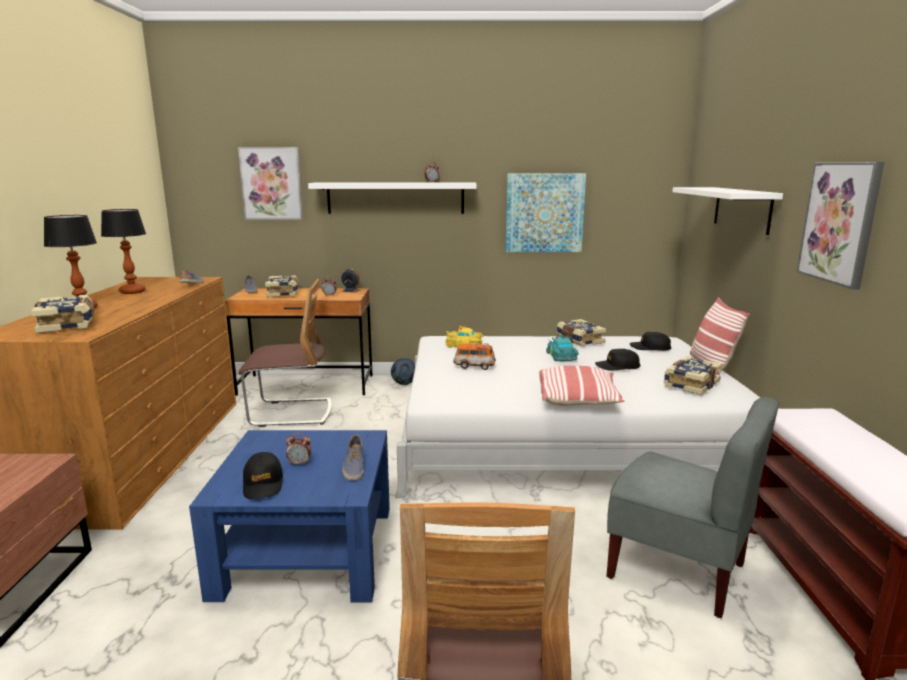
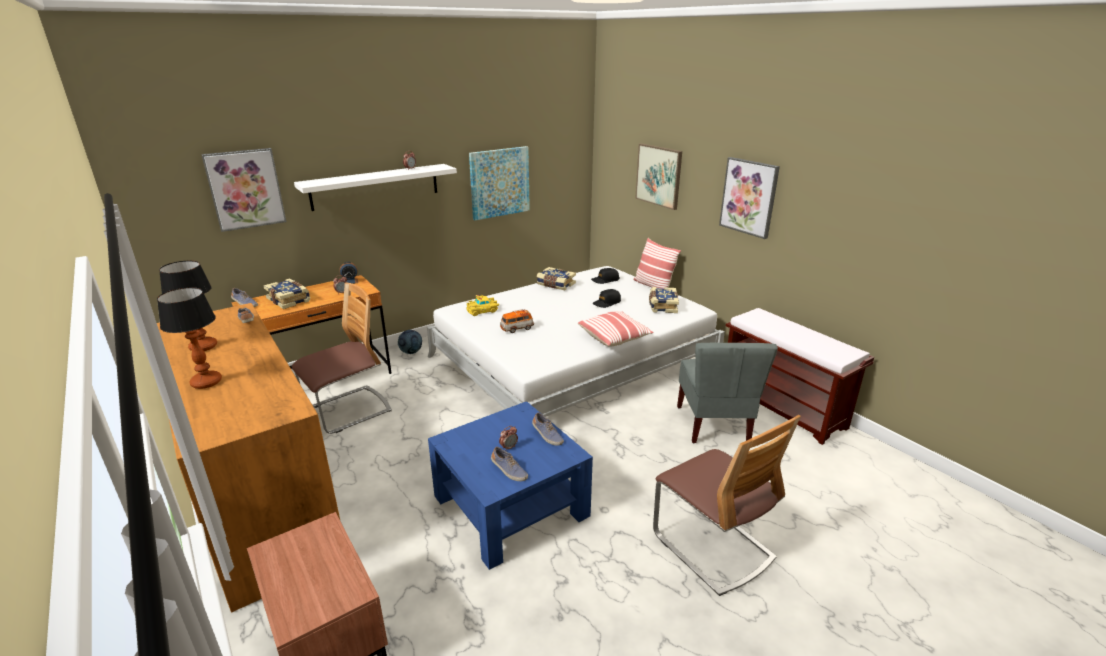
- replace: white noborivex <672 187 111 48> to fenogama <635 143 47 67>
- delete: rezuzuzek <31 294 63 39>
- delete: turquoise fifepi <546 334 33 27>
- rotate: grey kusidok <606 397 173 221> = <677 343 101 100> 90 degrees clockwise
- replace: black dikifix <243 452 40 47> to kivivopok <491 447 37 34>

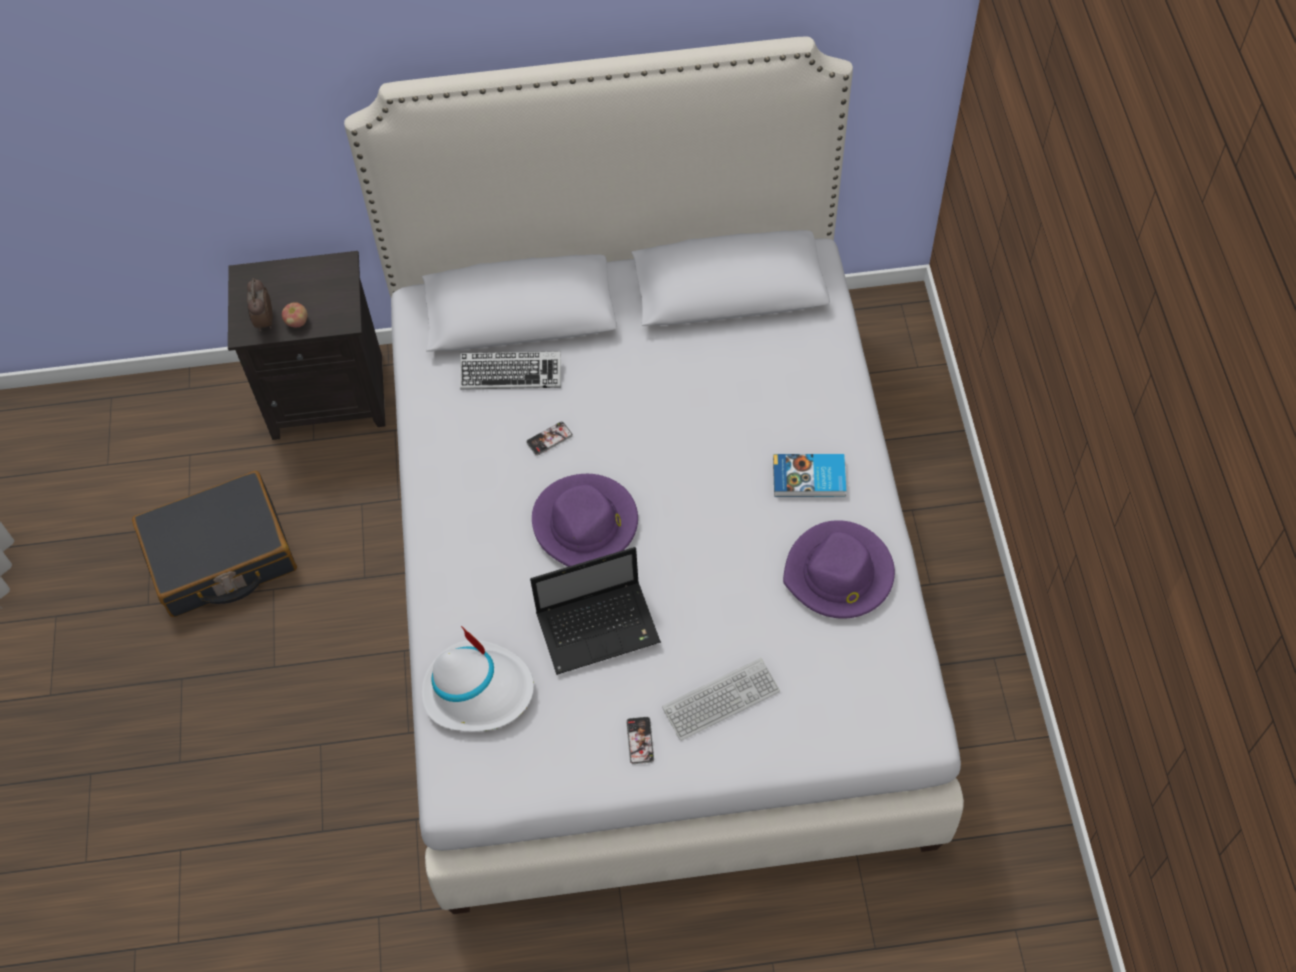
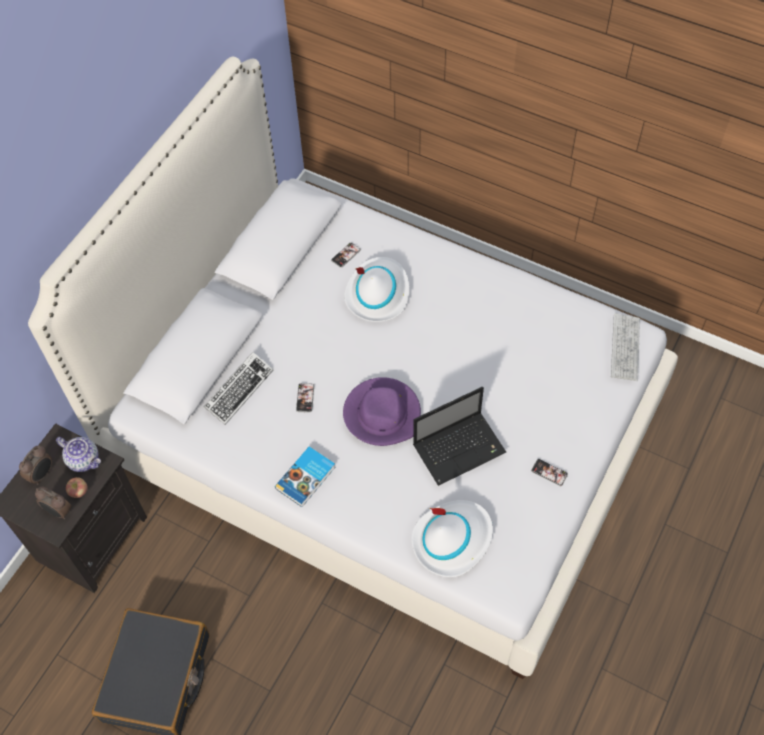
- move: rezuzuzek <773 454 73 43> to <275 447 60 60>
- delete: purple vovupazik <783 520 112 99>
- rotate: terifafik <530 547 131 128> = <413 387 93 99> 45 degrees clockwise
- move: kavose <662 658 118 83> to <611 314 29 67>
- insert: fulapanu <331 243 30 25>
- insert: white vovupazik <344 257 65 65>
- insert: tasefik <56 437 45 35>
- insert: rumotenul <19 445 33 40>

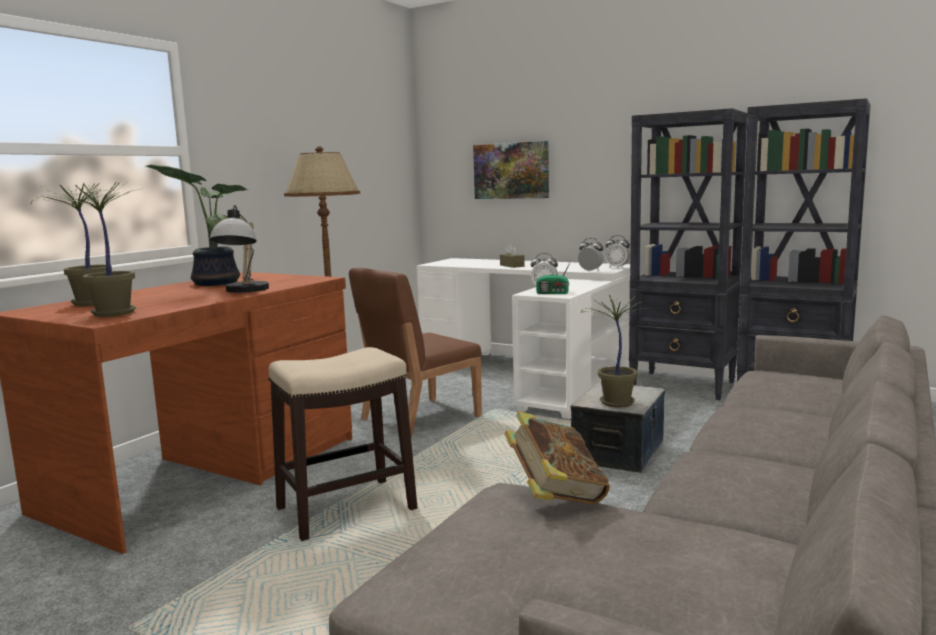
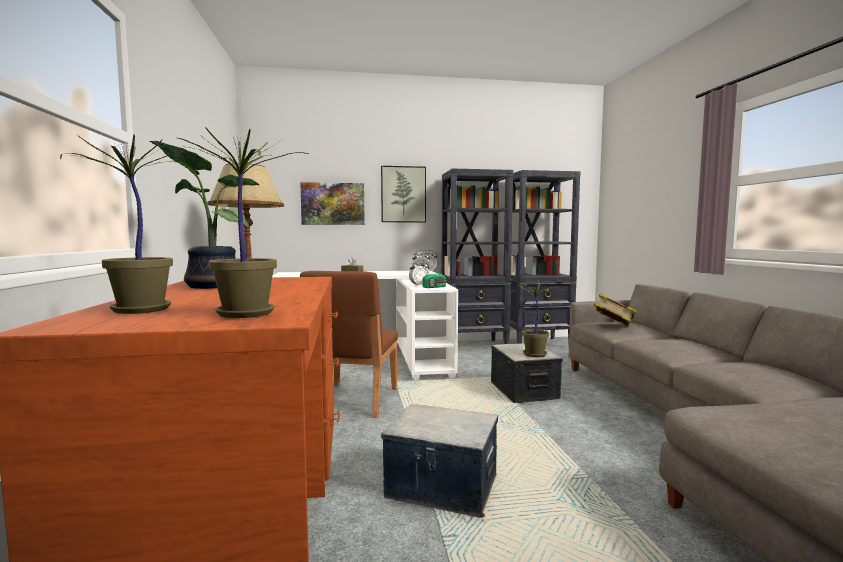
- delete: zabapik <210 205 59 88>
- replace: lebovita <268 347 150 194> to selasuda <381 404 117 114>
- move: rezuzuzek <504 411 106 94> to <594 293 43 33>
- insert: fenogama <381 166 45 56>

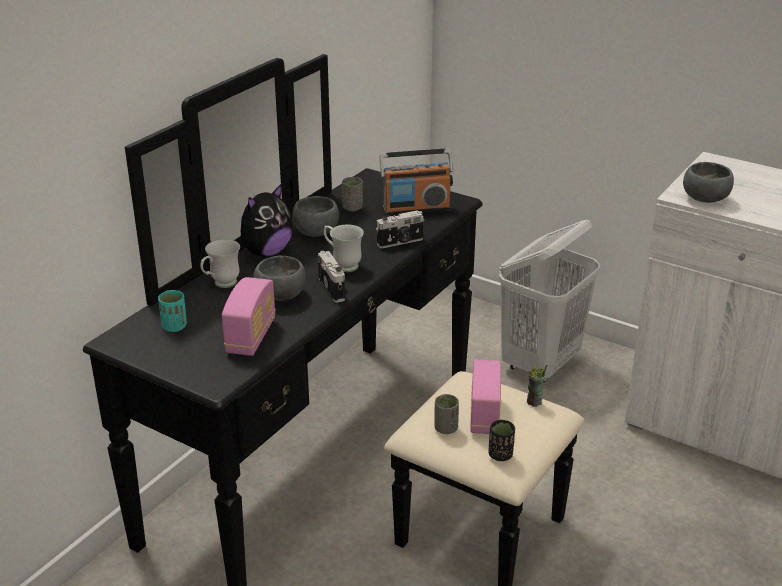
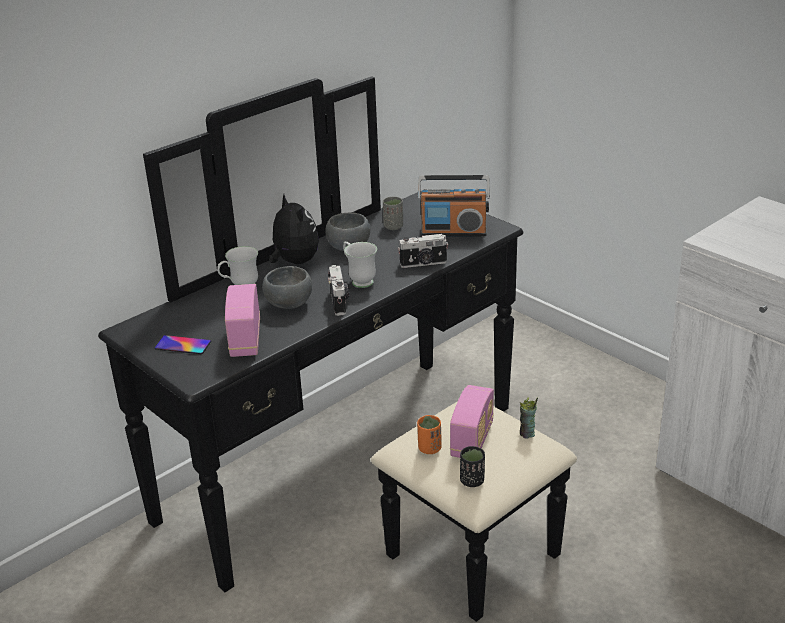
- delete: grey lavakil <683 162 51 41>
- rotate: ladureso <241 184 52 73> = <269 194 50 70> 90 degrees counterclockwise
- delete: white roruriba <499 220 101 162>
- rotate: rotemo <222 277 54 79> = <225 284 35 73> 150 degrees clockwise
- delete: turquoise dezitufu <158 290 29 42>
- recolor: grey dezitufu <434 394 25 40> to orange dezitufu <417 415 25 39>
- insert: fulapanu <155 335 56 19>

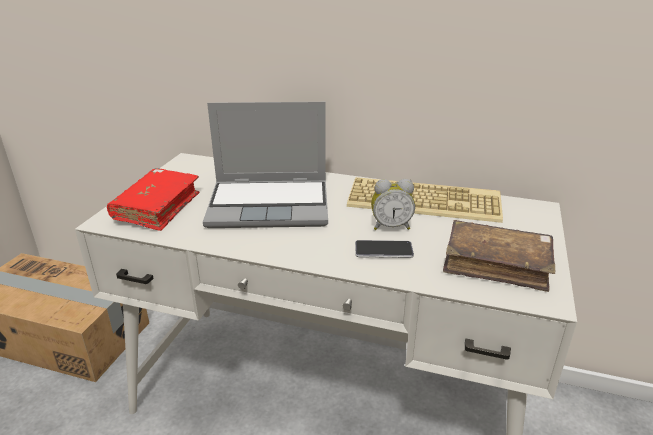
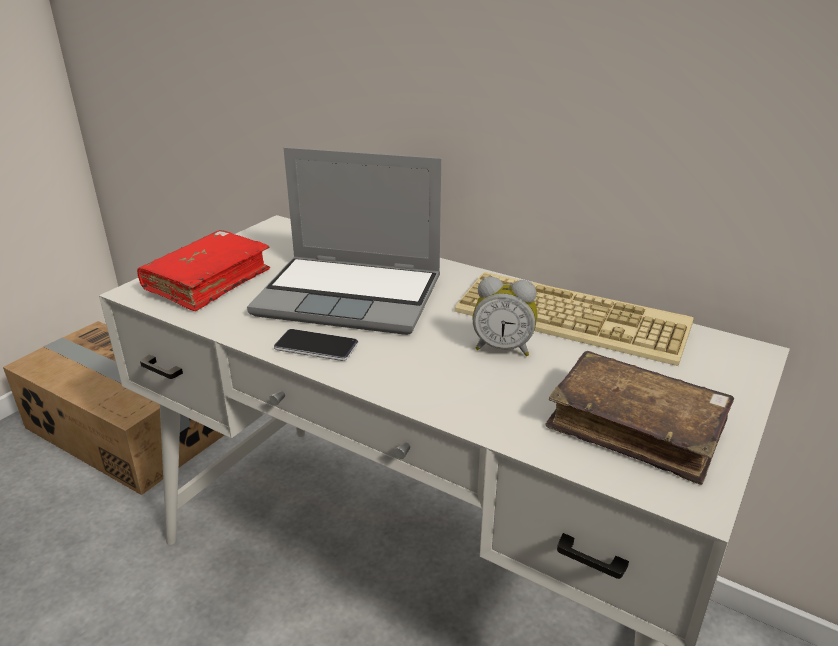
- move: fulapanu <355 240 59 18> to <274 329 84 32>

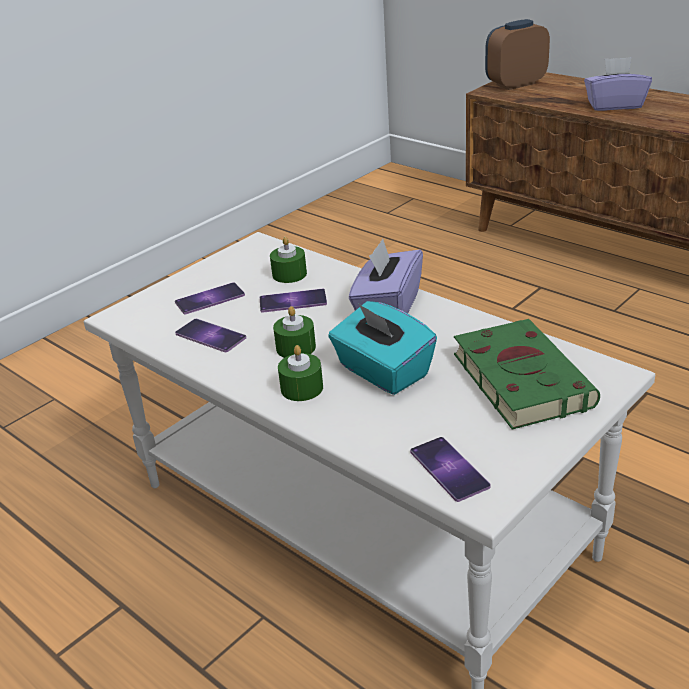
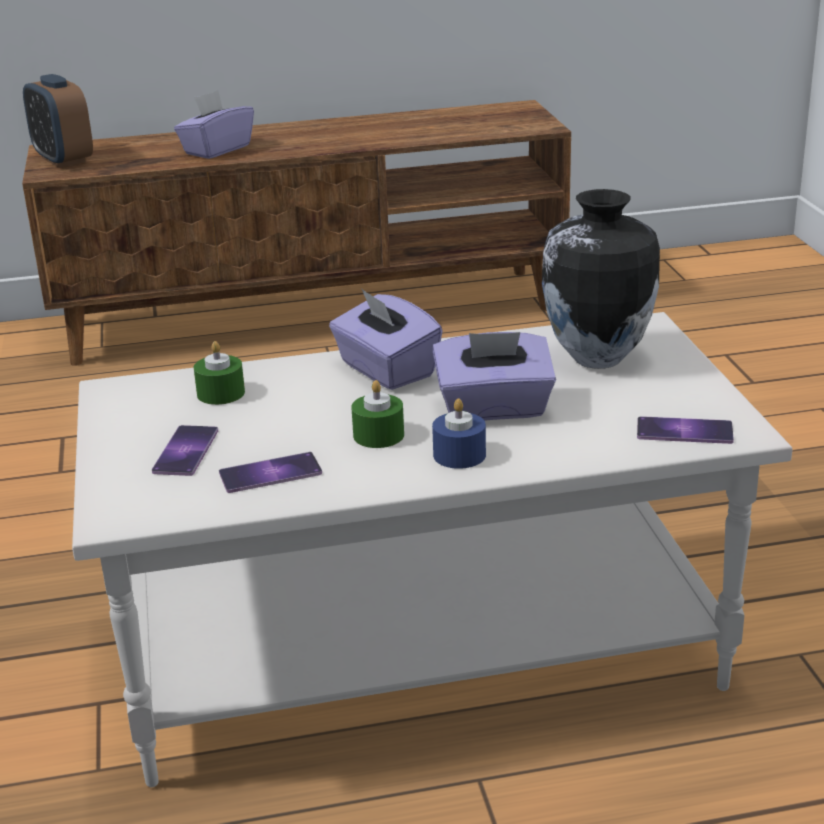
- rotate: rumotenul <485 19 65 71> = <23 74 70 94> 45 degrees counterclockwise
- delete: fulapanu <260 289 67 24>
- recolor: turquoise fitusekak <328 301 109 94> to purple fitusekak <432 332 124 89>
- replace: green rezuzuzek <454 319 146 111> to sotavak <542 189 118 180>
- recolor: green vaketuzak <278 345 45 56> to blue vaketuzak <432 398 54 71>

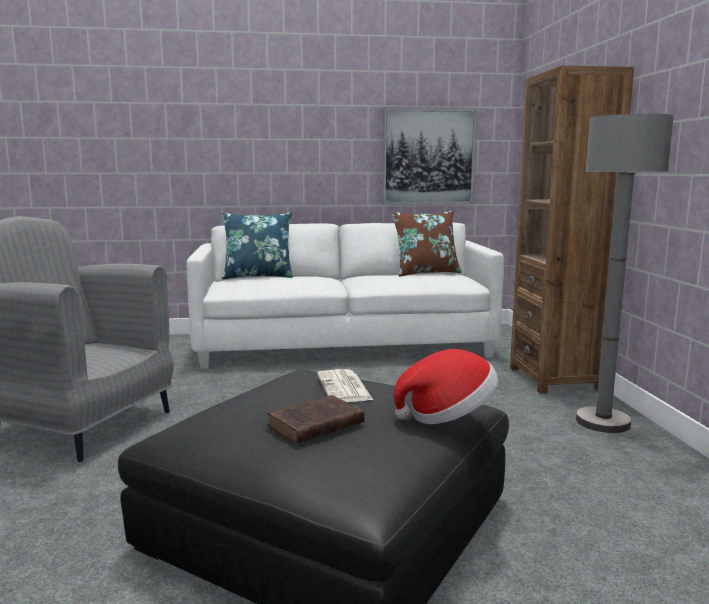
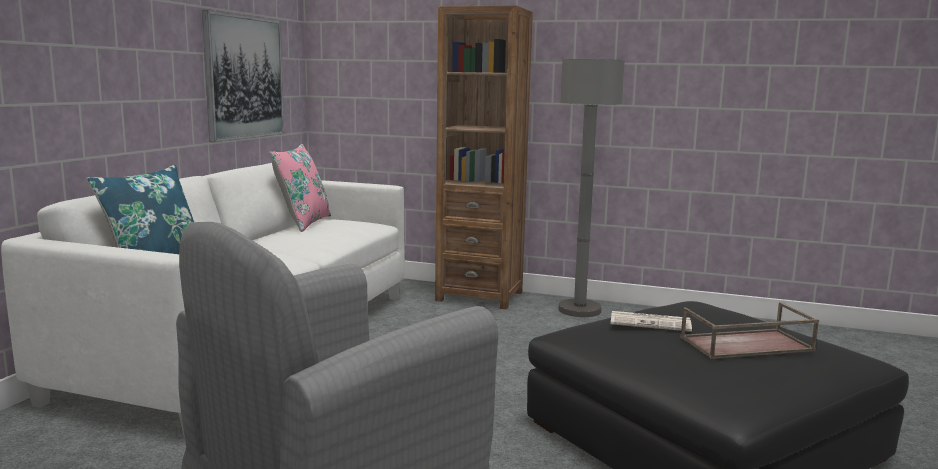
- recolor: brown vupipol <391 210 71 67> to pink vupipol <269 144 62 88>
- delete: vovupazik <394 349 104 75>
- replace: brown rezuzuzek <267 395 98 49> to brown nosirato <680 302 139 57>

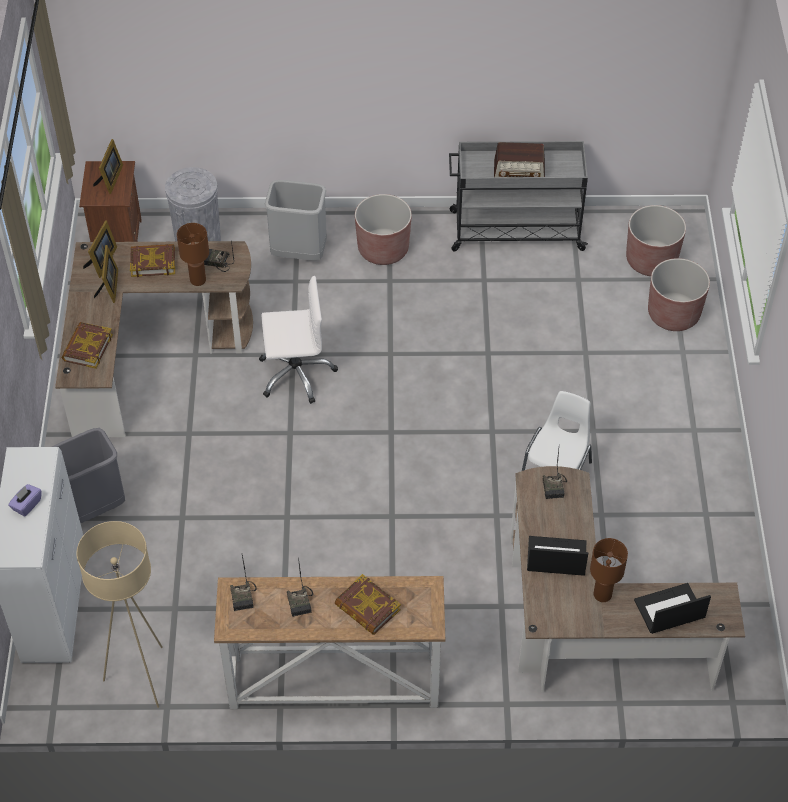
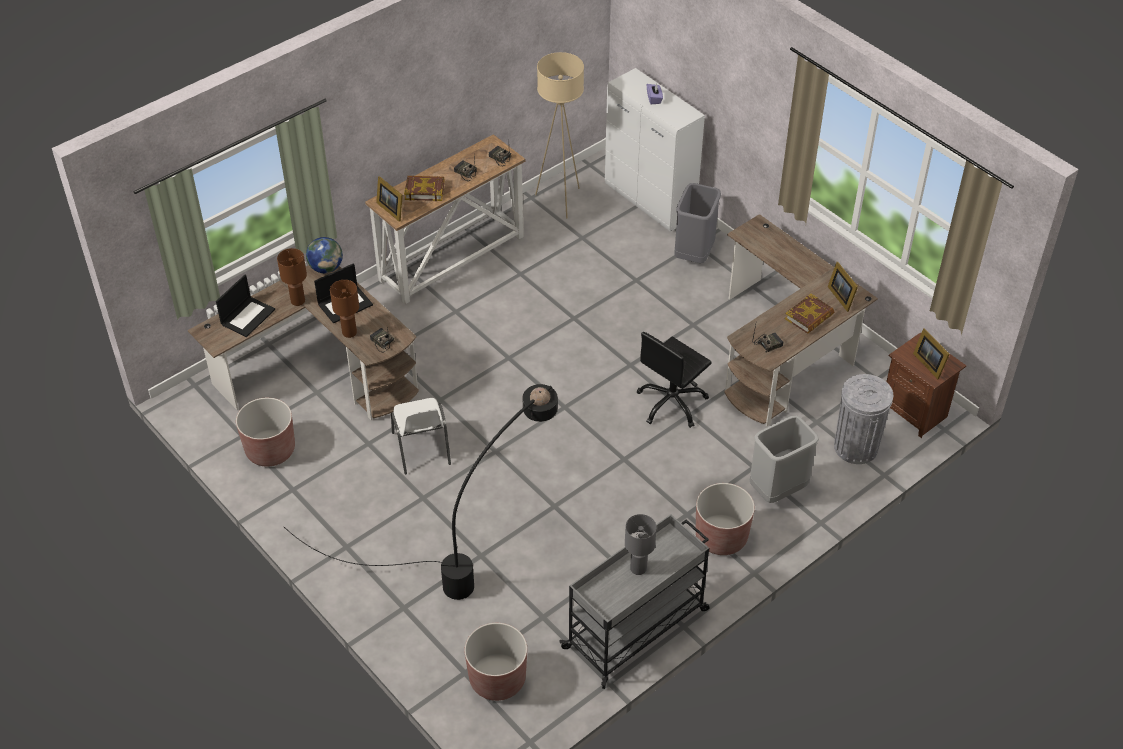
- replace: rotemo <494 142 51 35> to grey zabapik <625 514 32 61>
- move: brown zabapik <177 223 32 63> to <330 280 29 58>
- move: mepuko <94 245 24 58> to <376 176 27 46>
- move: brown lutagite <648 258 62 73> to <236 398 59 69>
- recolor: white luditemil <259 276 79 128> to black luditemil <637 332 75 96>
- delete: rezuzuzek <62 322 51 47>
- insert: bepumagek <306 237 37 36>
- insert: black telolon <283 384 275 216>

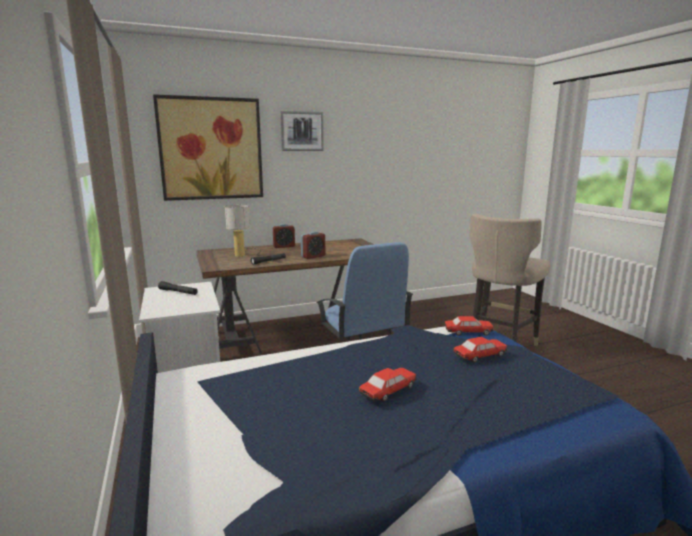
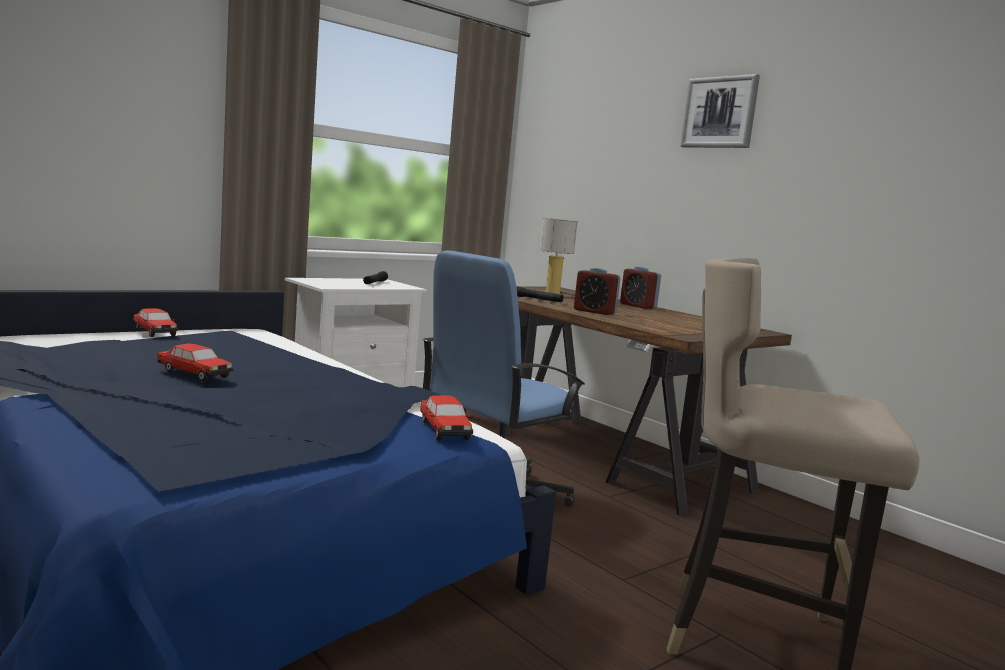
- delete: fenogama <153 94 110 107>
- move: fifepi <453 337 54 26> to <133 308 45 29>

